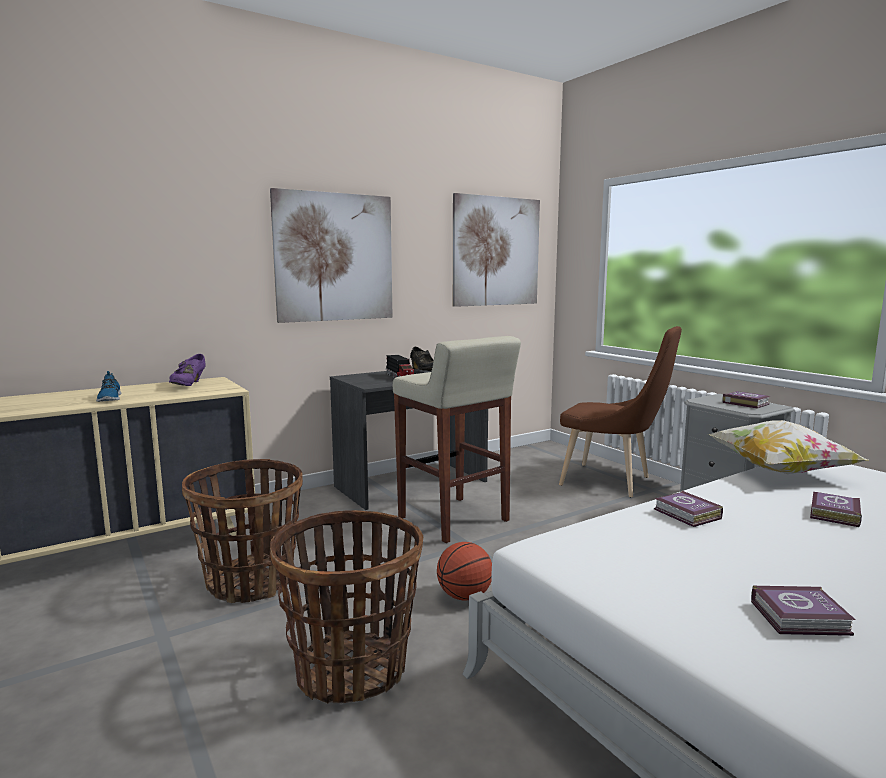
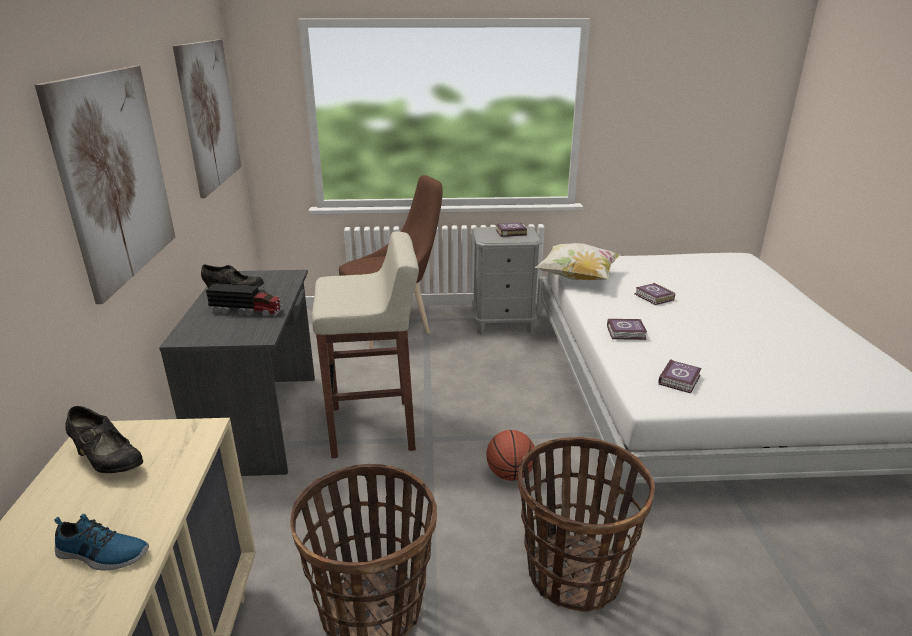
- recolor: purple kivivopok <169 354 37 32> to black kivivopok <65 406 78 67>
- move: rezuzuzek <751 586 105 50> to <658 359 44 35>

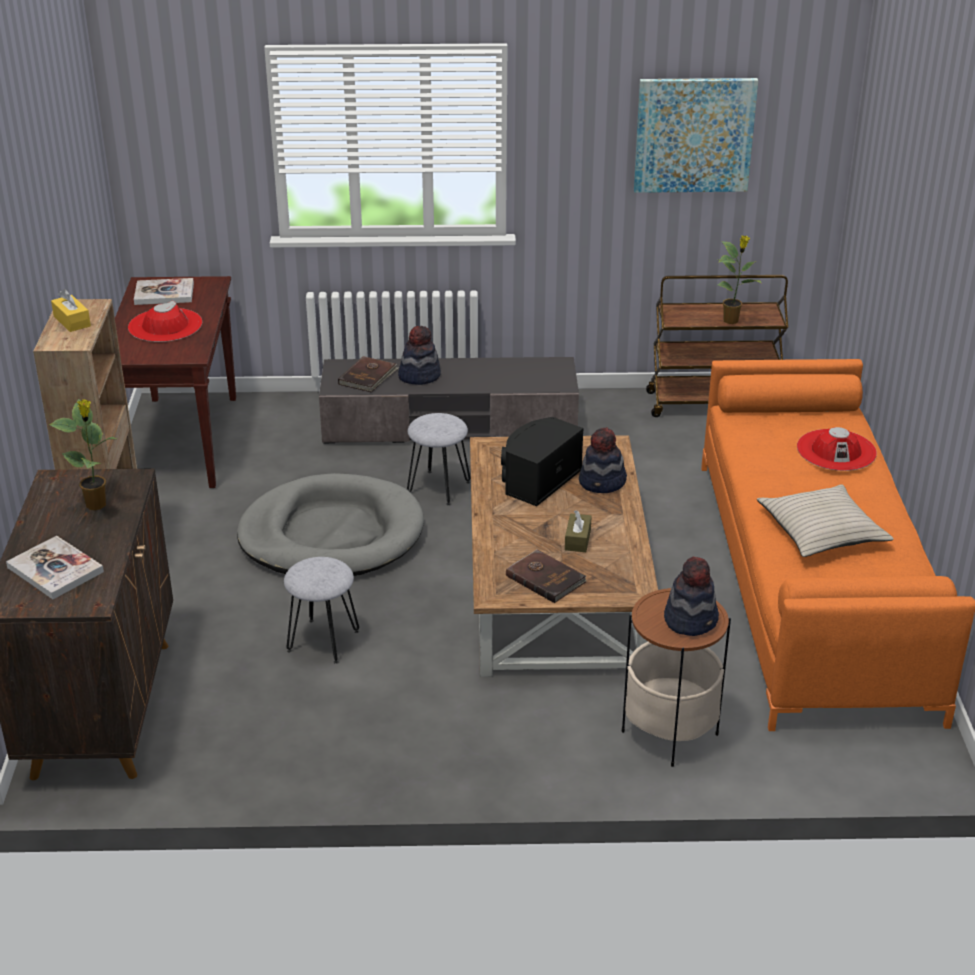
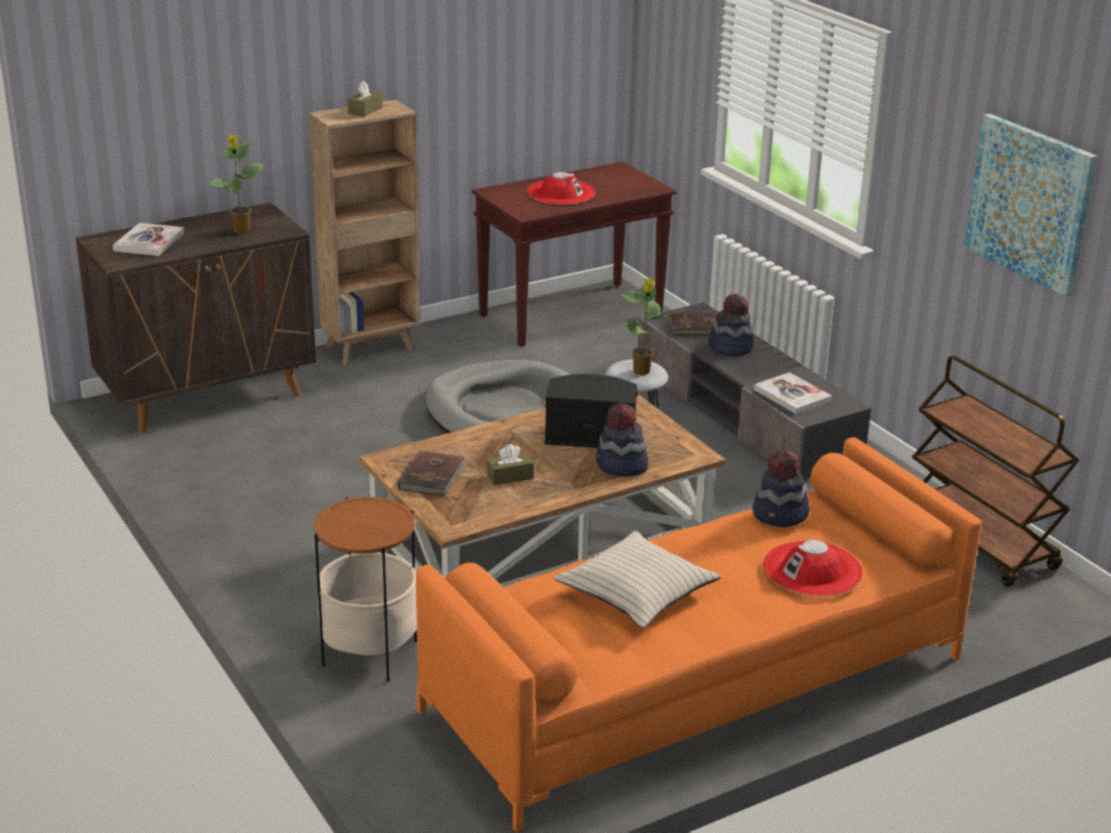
- move: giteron <717 236 44 88> to <620 278 49 97>
- move: rezuzuzek <134 278 60 27> to <754 372 78 42>
- recolor: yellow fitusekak <51 289 40 43> to brown fitusekak <348 81 35 36>
- move: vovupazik <664 556 55 80> to <752 449 58 78>
- delete: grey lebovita <284 557 75 107>

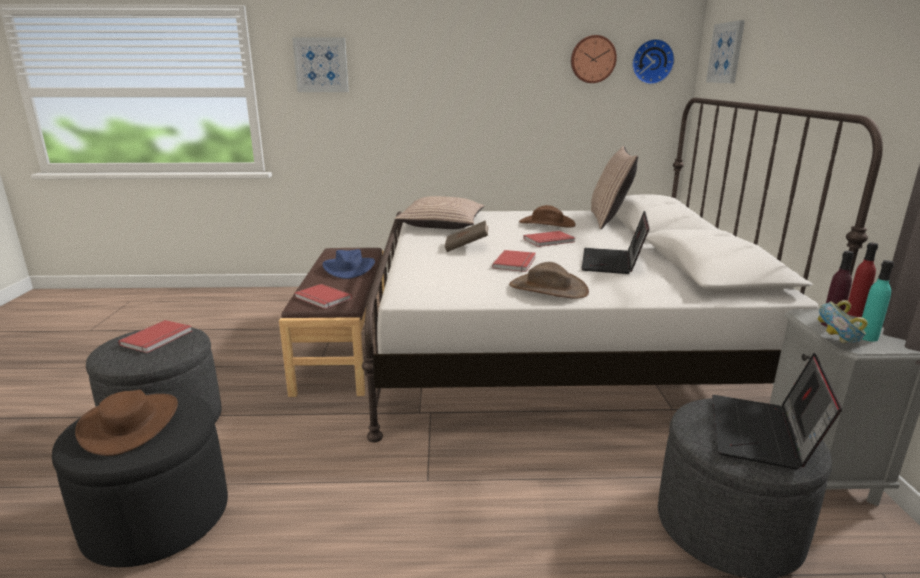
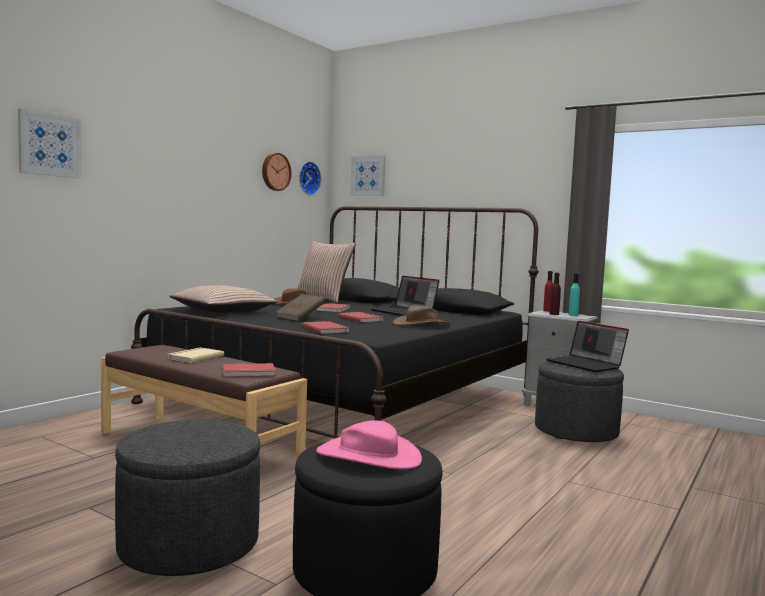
- recolor: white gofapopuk <362 98 521 344> to black gofapopuk <131 206 408 232>
- replace: blue vovupazik <322 249 53 30> to beige rezuzuzek <167 347 57 16>
- delete: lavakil <817 300 51 43>
- move: red rezuzuzek <119 320 73 33> to <301 321 48 13>
- recolor: brown vovupazik <75 390 103 66> to pink vovupazik <316 420 106 49>

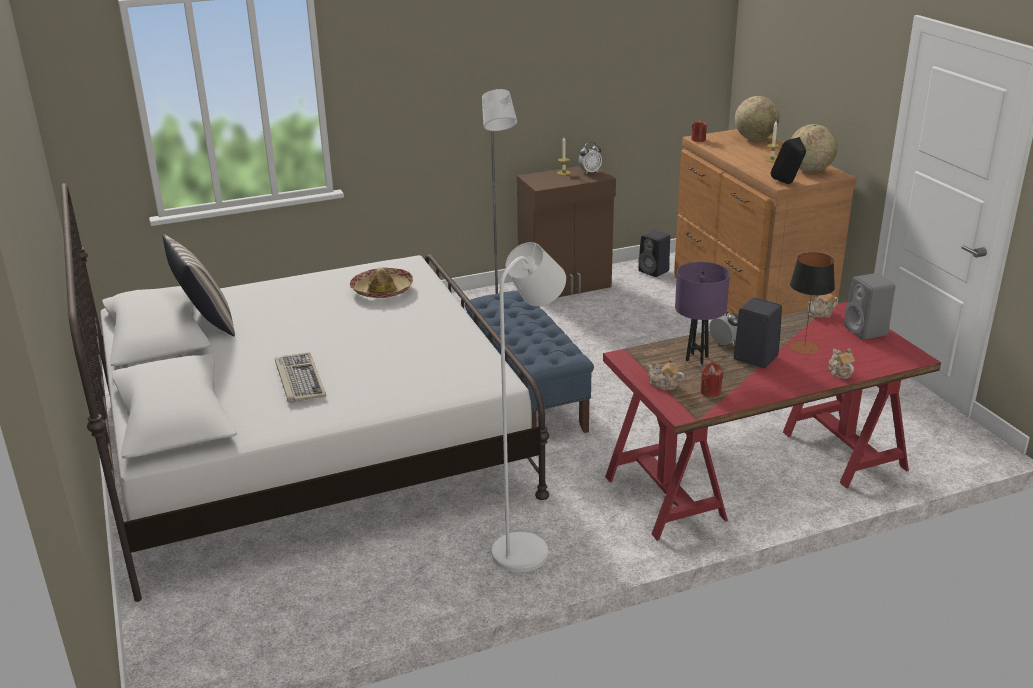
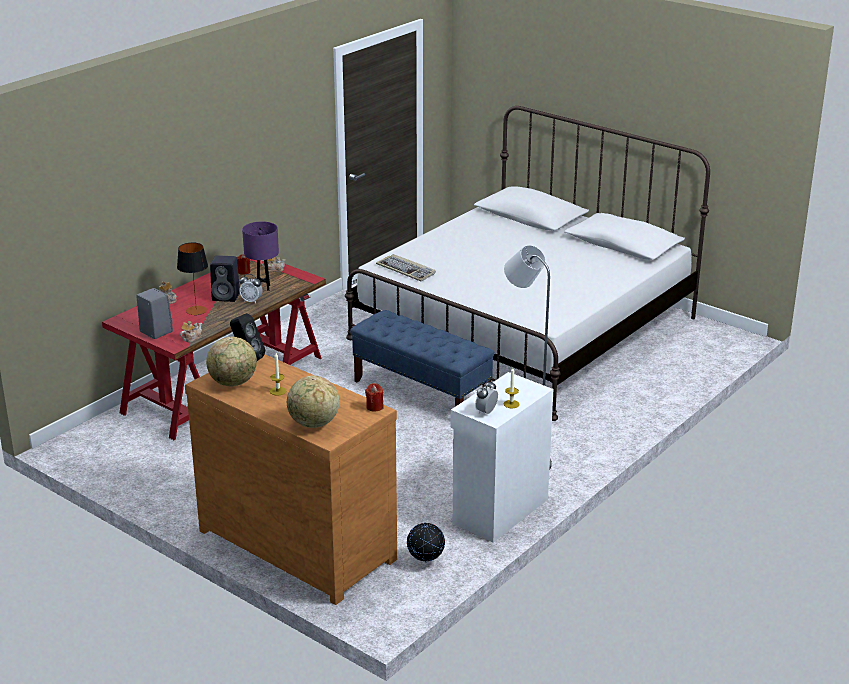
- recolor: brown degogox <517 166 99 131> to white degogox <450 372 103 170>
- replace: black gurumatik <638 230 32 47> to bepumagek <407 522 38 41>
- delete: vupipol <162 234 73 102>
- delete: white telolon <492 242 74 330>
- delete: vovupazik <350 267 63 31>
- move: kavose <275 352 51 51> to <376 254 60 27>

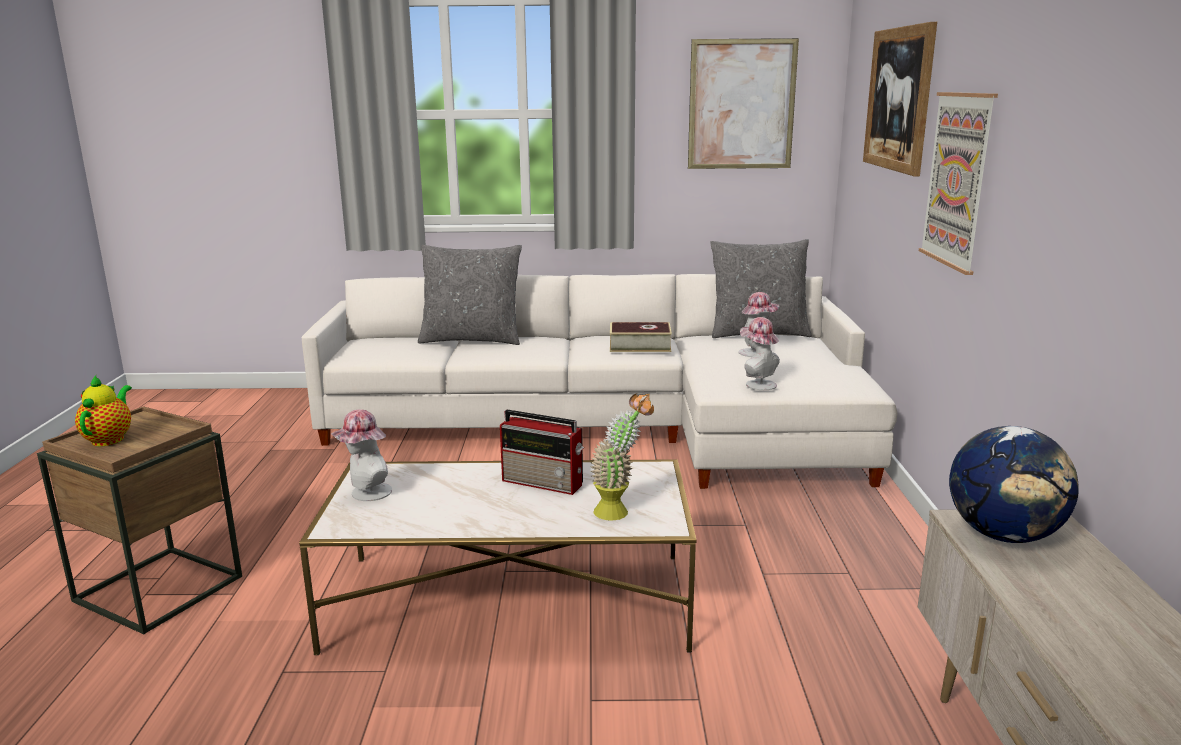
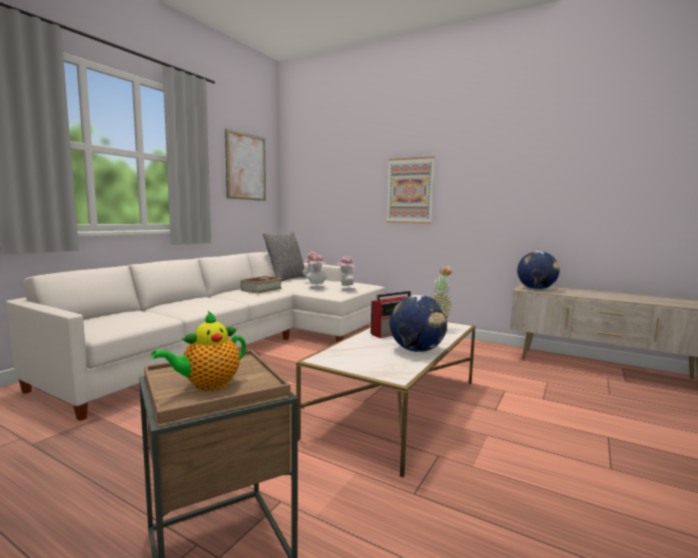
- delete: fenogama <863 22 74 154>
- delete: grey vupipol <418 245 104 100>
- rotate: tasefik <75 375 57 71> = <151 311 95 80> 75 degrees counterclockwise
- move: vovupazik <331 409 61 92> to <307 255 20 33>
- insert: bepumagek <390 295 57 57>

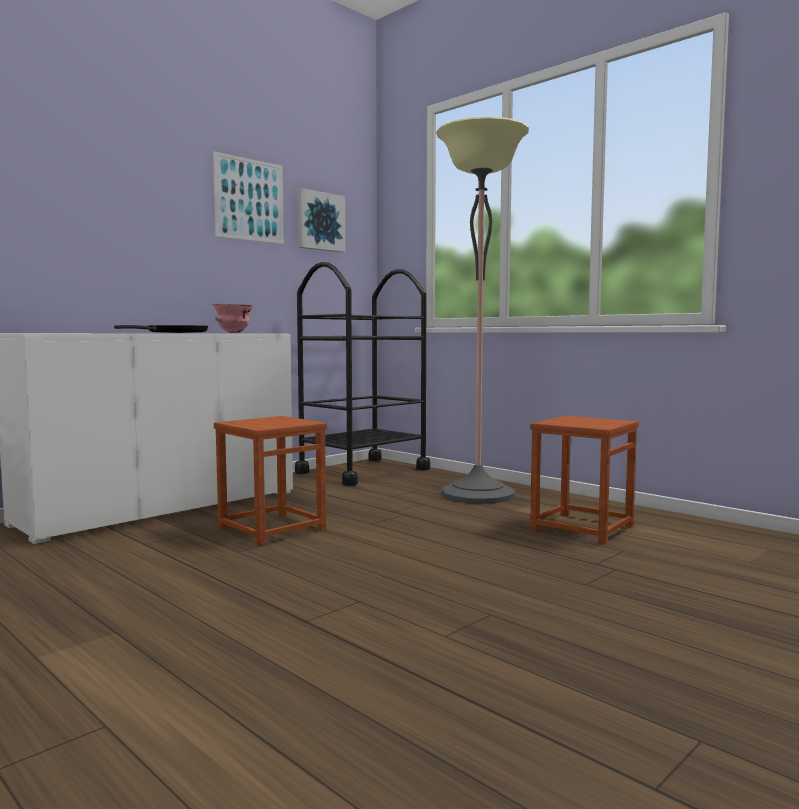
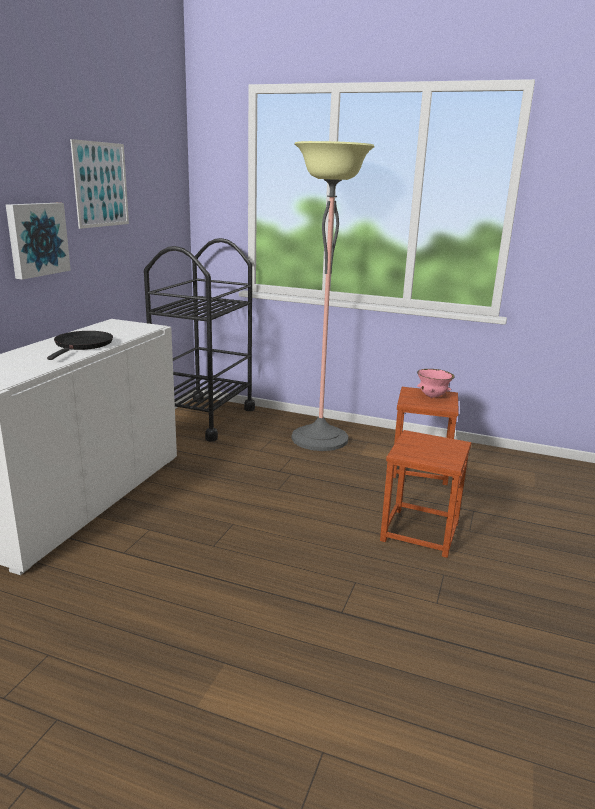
- move: fenogama <297 188 49 64> to <6 203 65 77>
- move: pink lavakil <213 304 40 29> to <417 369 38 29>
- move: brown lebovita <214 416 113 130> to <380 430 91 128>

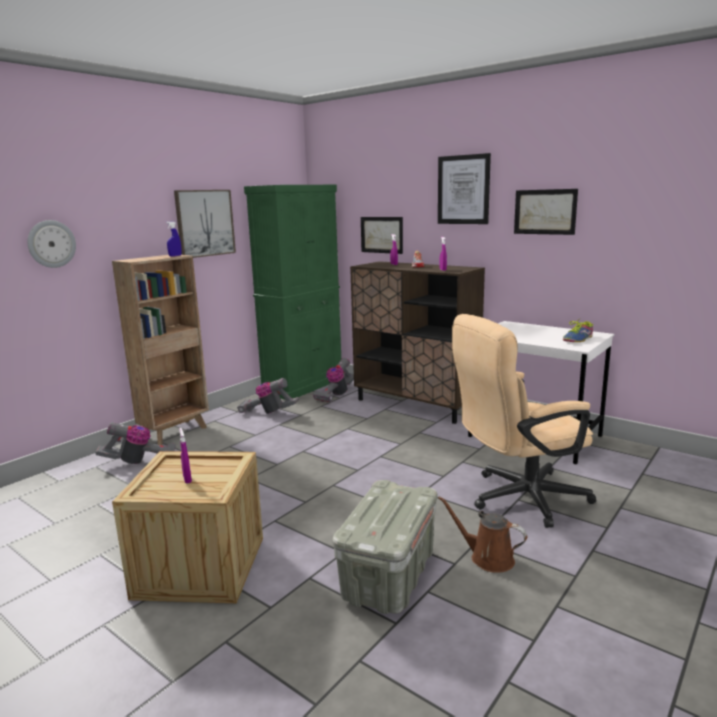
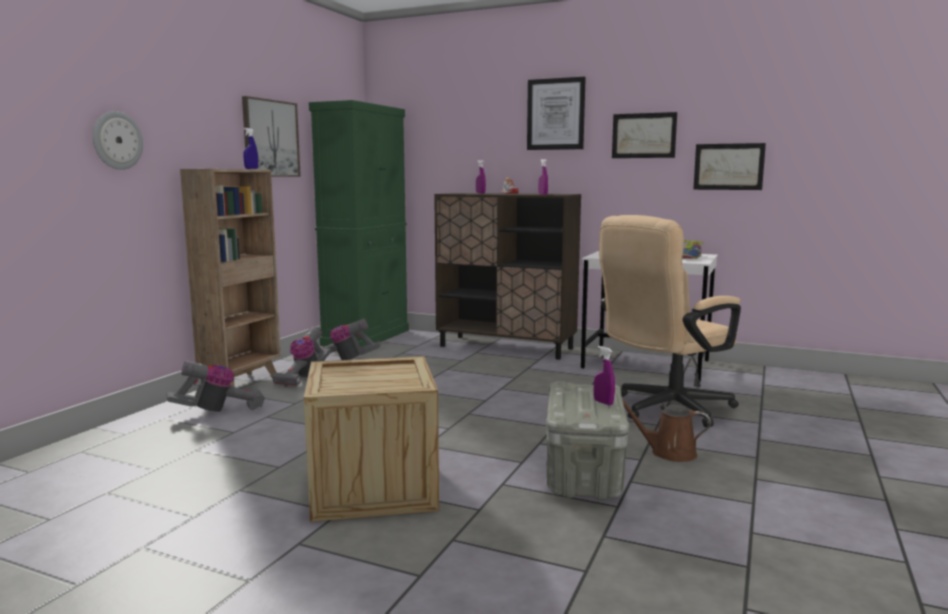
- move: fenogama <361 217 42 37> to <693 143 73 47>
- move: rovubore <313 358 41 44> to <272 326 59 61>
- move: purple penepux <180 428 12 56> to <594 346 21 59>

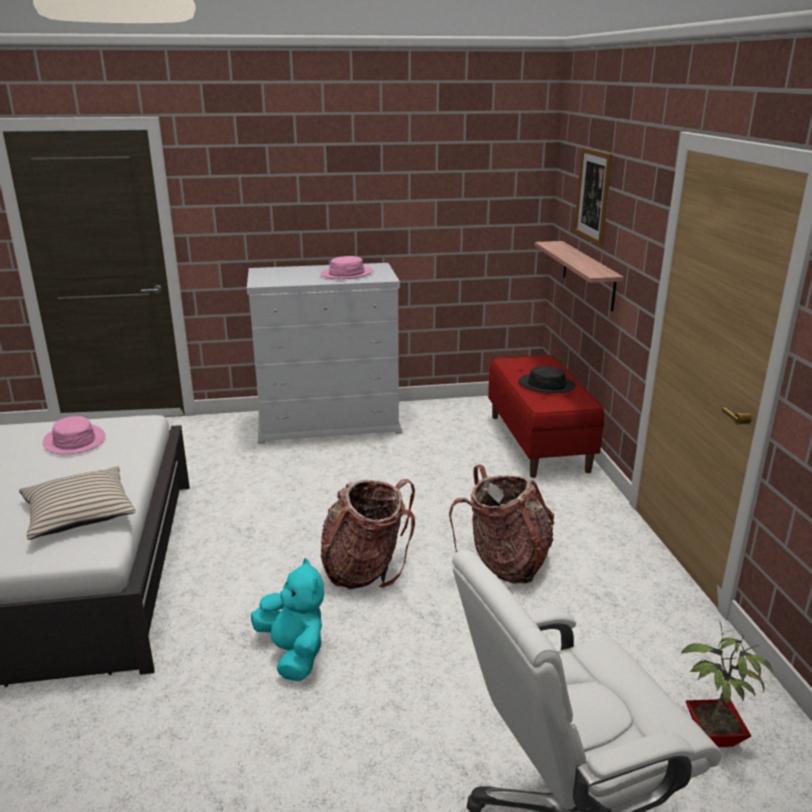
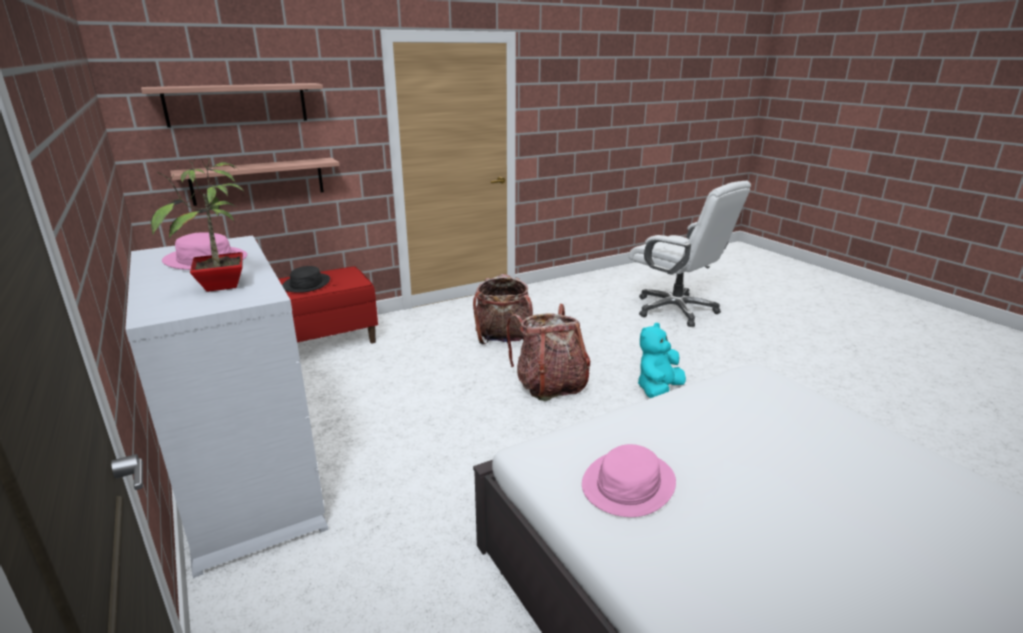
- replace: fenogama <574 147 39 99> to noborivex <141 83 182 45>
- delete: beige vupipol <19 466 117 74>
- move: giteron <681 621 91 126> to <151 157 93 135>

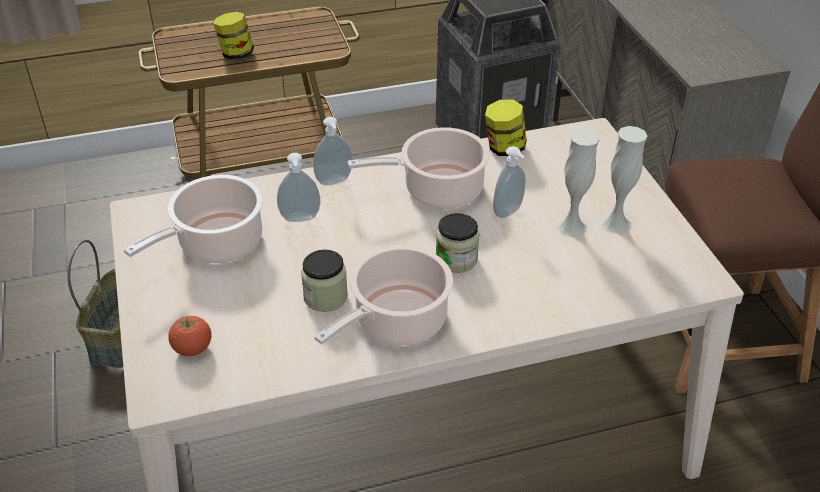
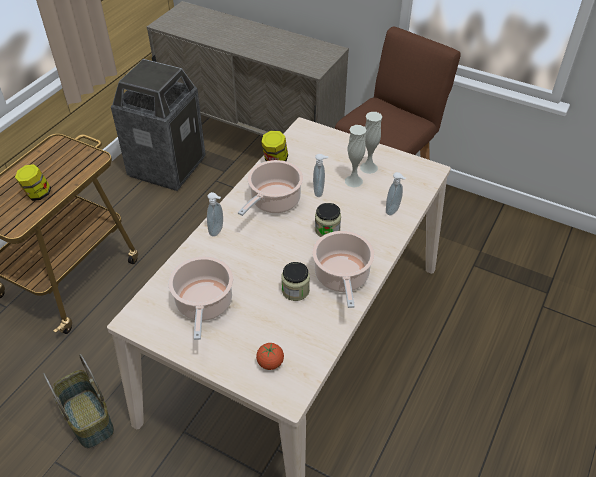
- move: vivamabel <277 153 43 69> to <386 172 20 43>

